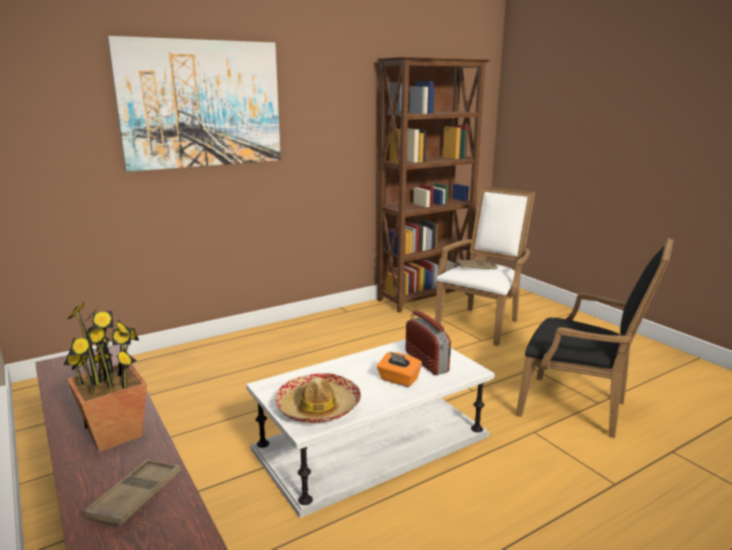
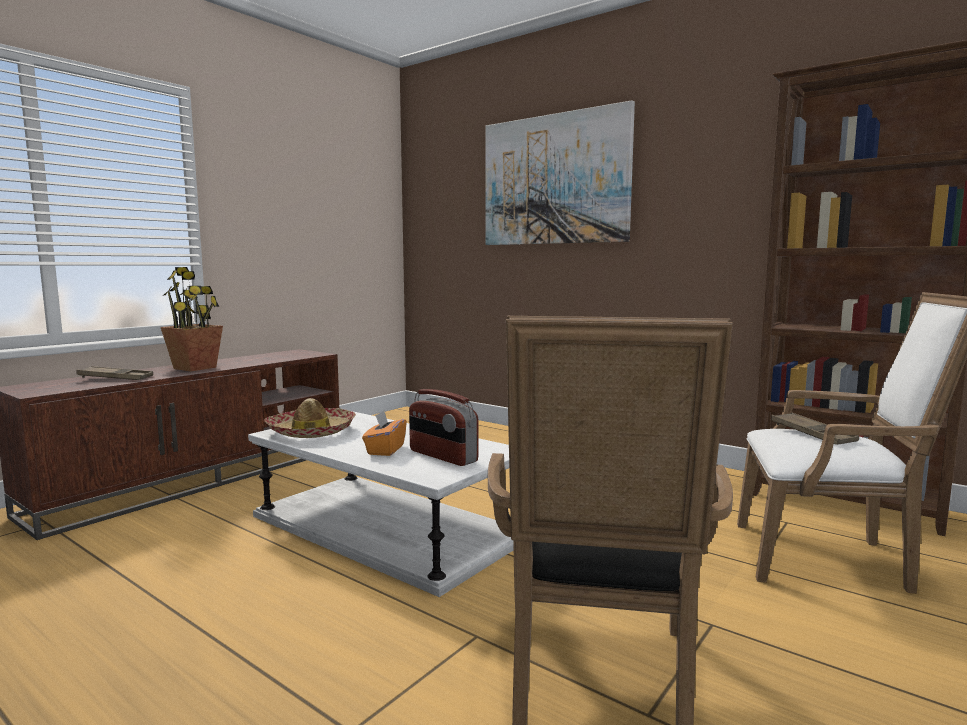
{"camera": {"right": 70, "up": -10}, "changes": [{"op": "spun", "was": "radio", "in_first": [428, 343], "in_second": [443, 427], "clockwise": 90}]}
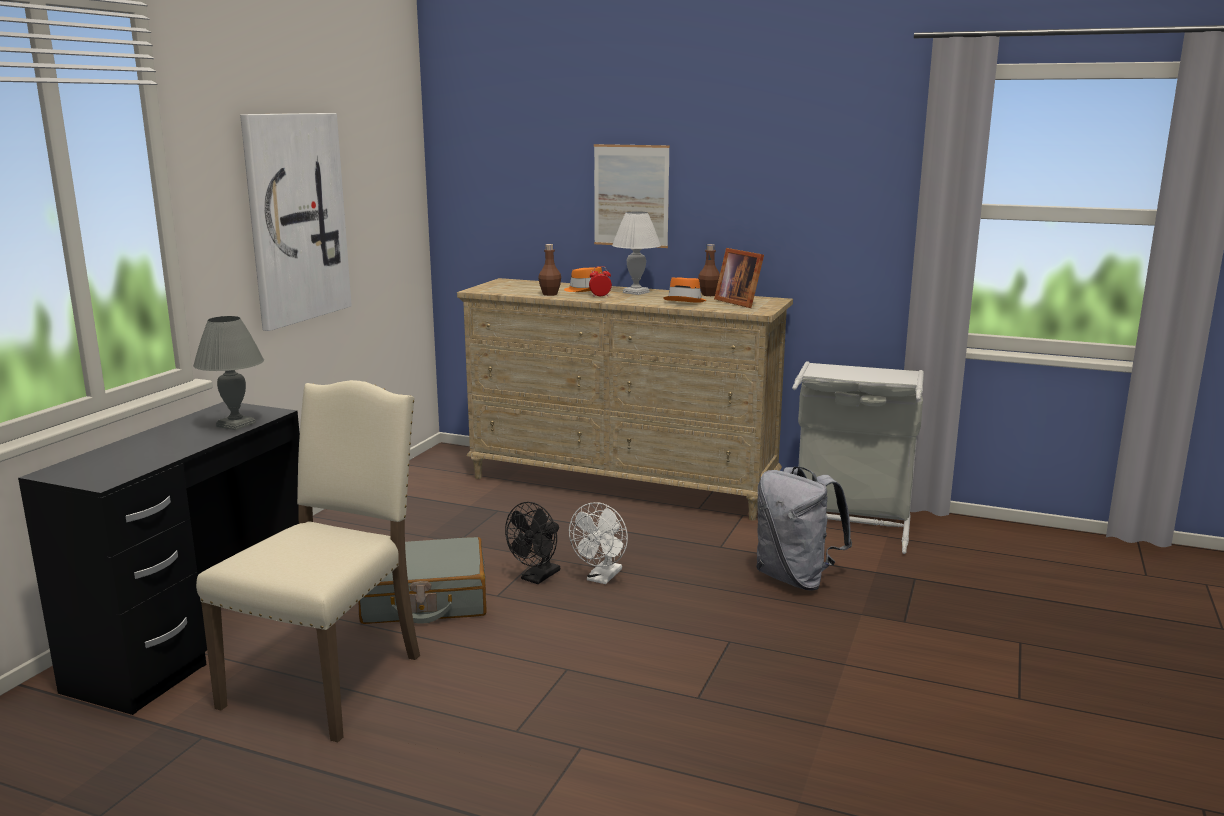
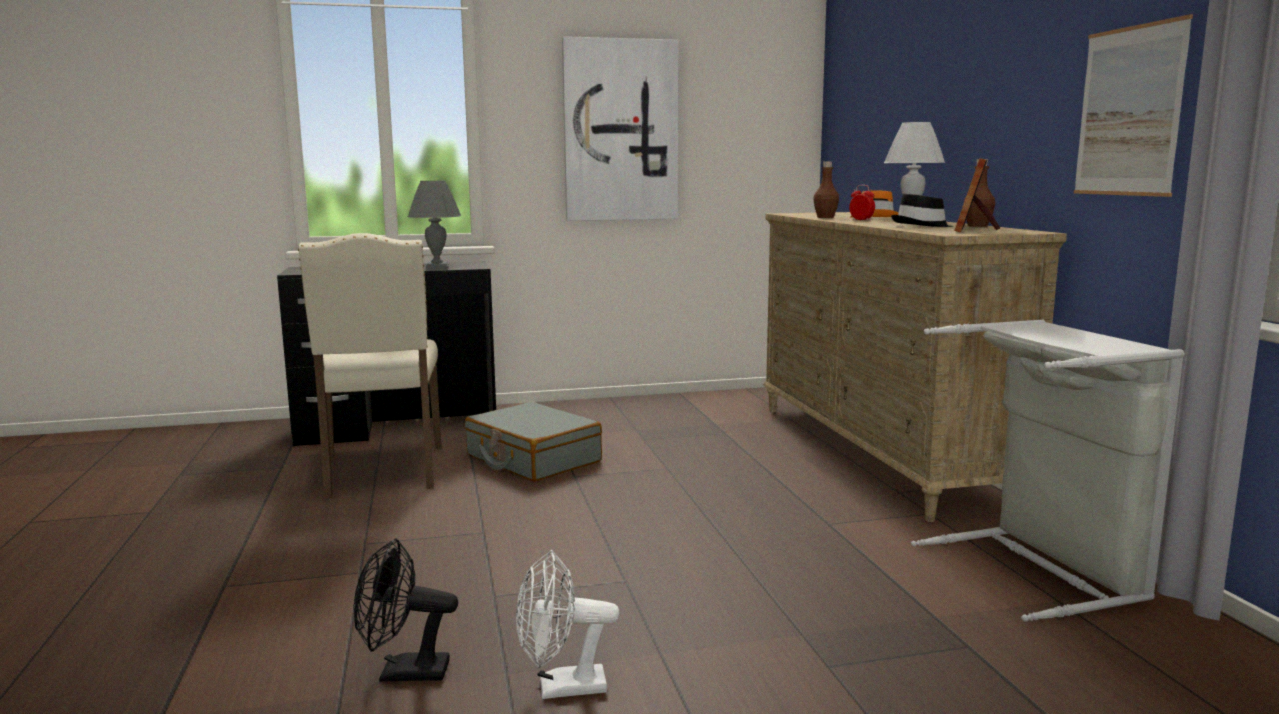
{"camera": {"right": 55, "up": -5}, "changes": [{"op": "spun", "was": "chaise/beige", "in_first": [308, 561], "in_second": [370, 365], "clockwise": 90}, {"op": "relocated", "was": "ventilateur/noir", "in_first": [532, 543], "in_second": [405, 610]}, {"op": "relocated", "was": "ventilateur/blanc", "in_first": [598, 543], "in_second": [568, 624]}, {"op": "relocated", "was": "tableau", "in_first": [632, 196], "in_second": [1133, 105]}, {"op": "colour", "was": "chapeau/orange", "now": "chapeau/noir", "in_first": [685, 290], "in_second": [922, 210]}, {"op": "missing", "was": "sac à dos/gris", "in_first": [804, 528]}]}
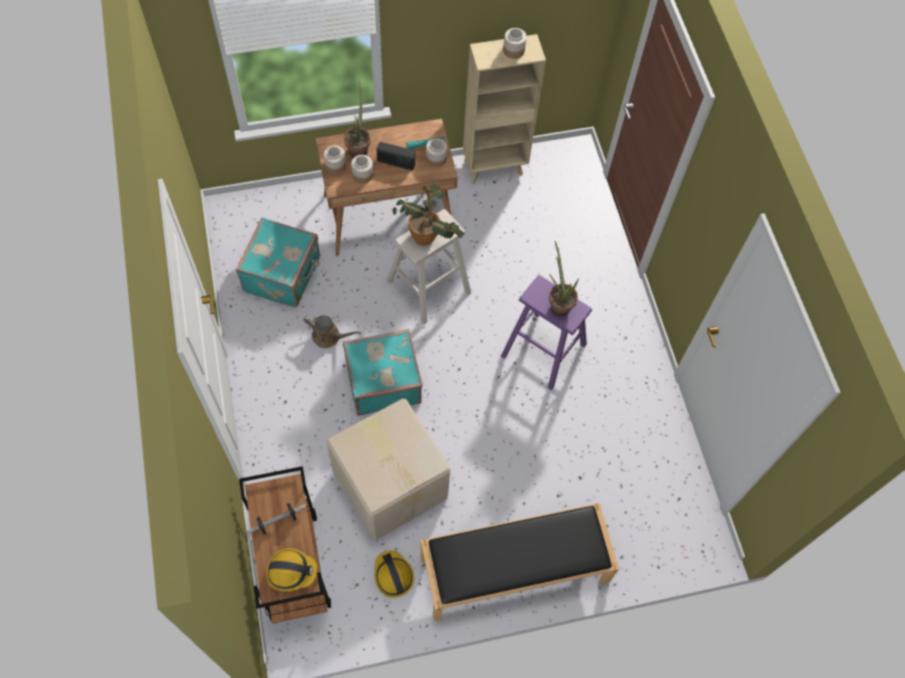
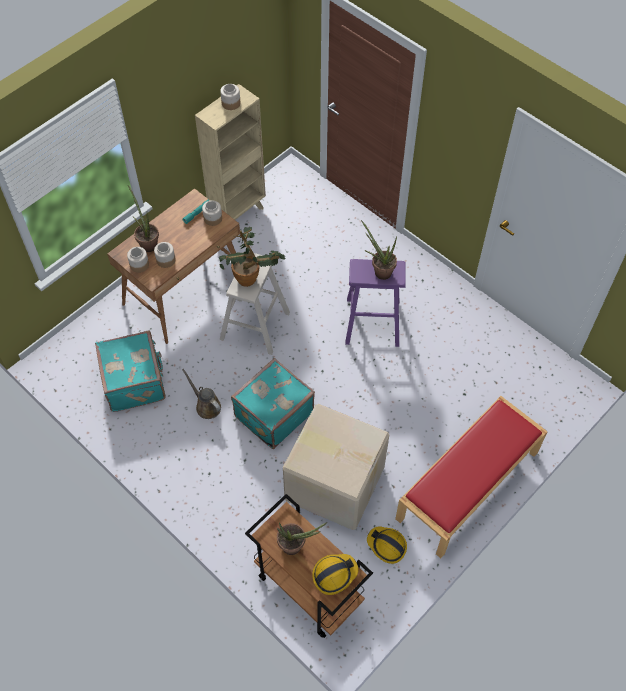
{"camera": {"right": -30, "up": -5}, "changes": [{"op": "exchanged", "was": "haltère", "now": "plante en pot", "in_first": [277, 519], "in_second": [302, 538]}, {"op": "spun", "was": "arrosoir/marron", "in_first": [332, 331], "in_second": [201, 394], "clockwise": -120}, {"op": "missing", "was": "radio", "in_first": [396, 156]}, {"op": "colour", "was": "banc/noir", "now": "banc/rouge", "in_first": [519, 562], "in_second": [471, 477]}]}
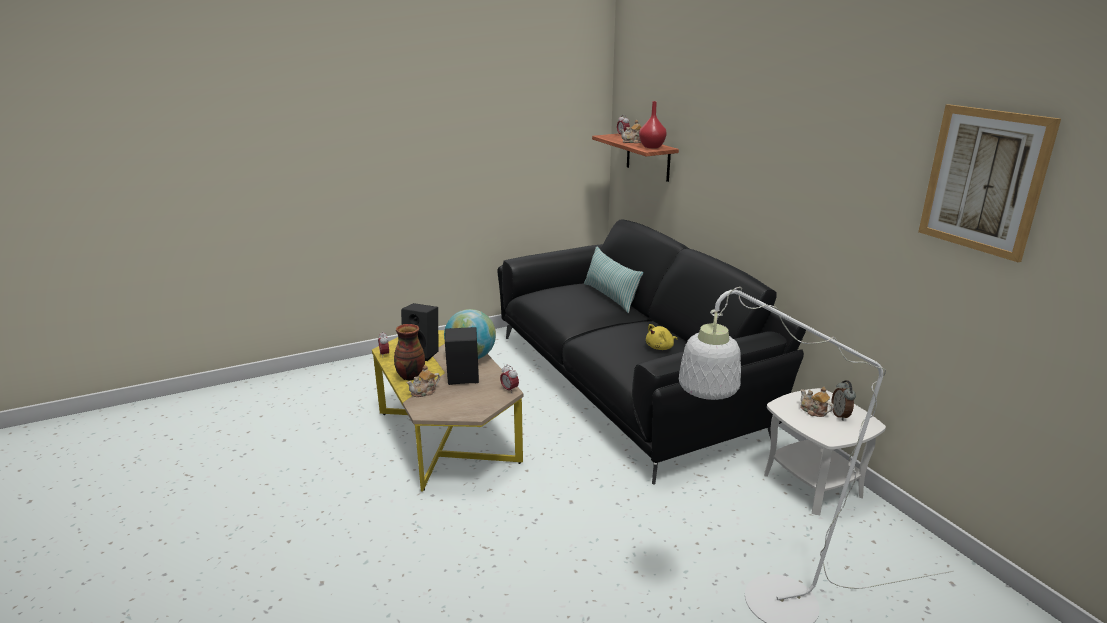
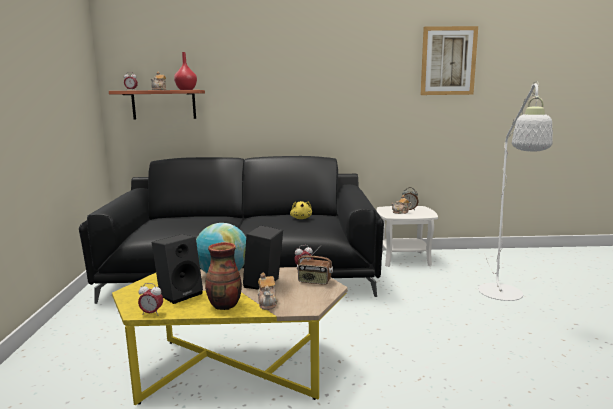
{"camera": {"right": -65, "up": -10}, "changes": [{"op": "missing", "was": "coussin", "in_first": [613, 280]}, {"op": "appeared", "now": "radio", "in_second": [315, 265]}]}
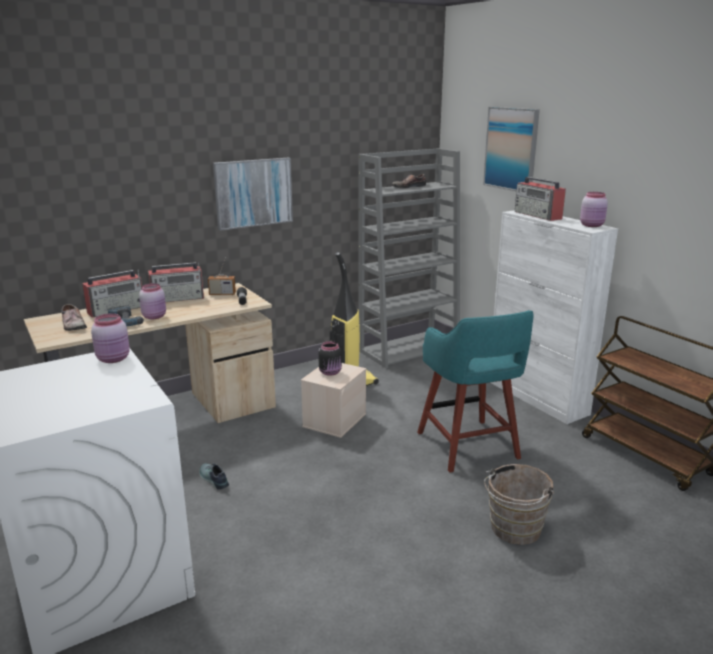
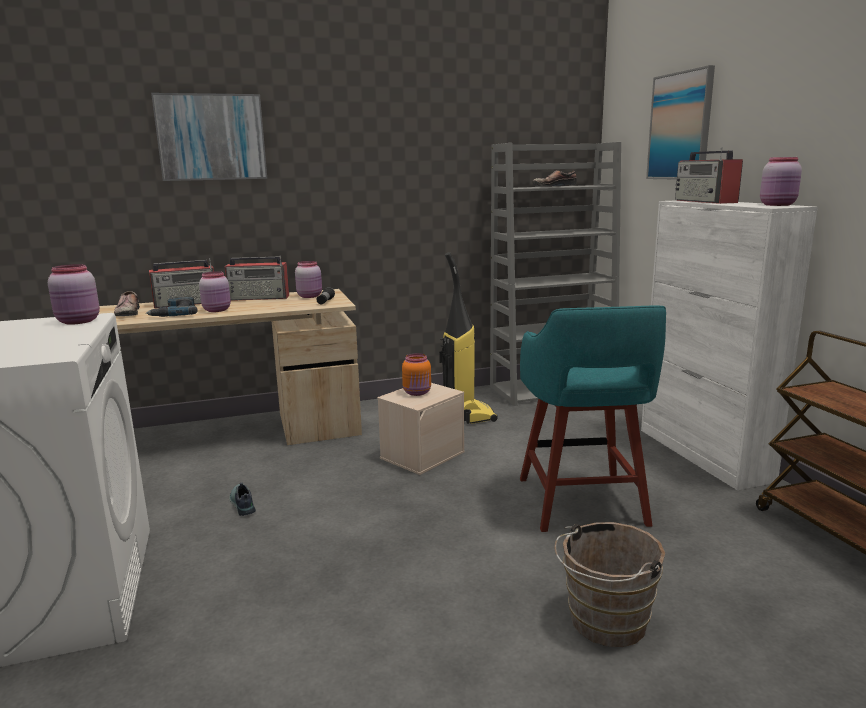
{"camera": {"right": 15, "up": -5}, "changes": [{"op": "exchanged", "was": "radio", "now": "bocal/rose", "in_first": [222, 276], "in_second": [308, 279]}, {"op": "relocated", "was": "tableau", "in_first": [253, 194], "in_second": [209, 137]}, {"op": "colour", "was": "bocal/noir", "now": "bocal/orange", "in_first": [330, 358], "in_second": [416, 374]}]}
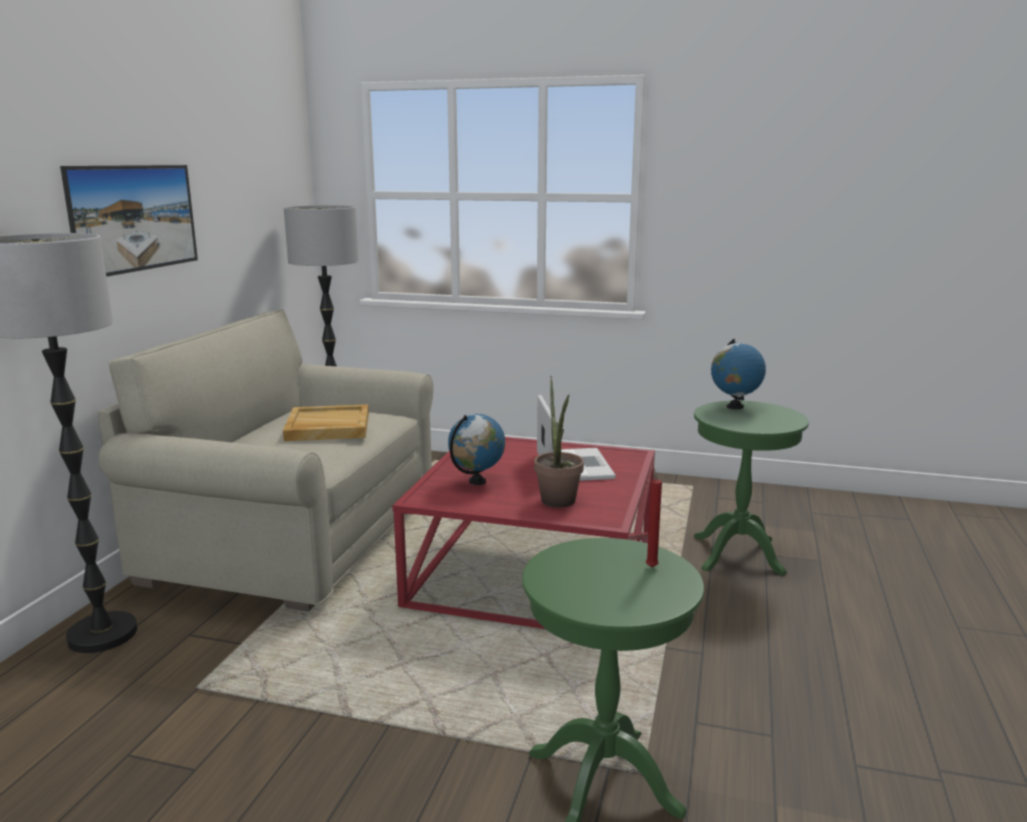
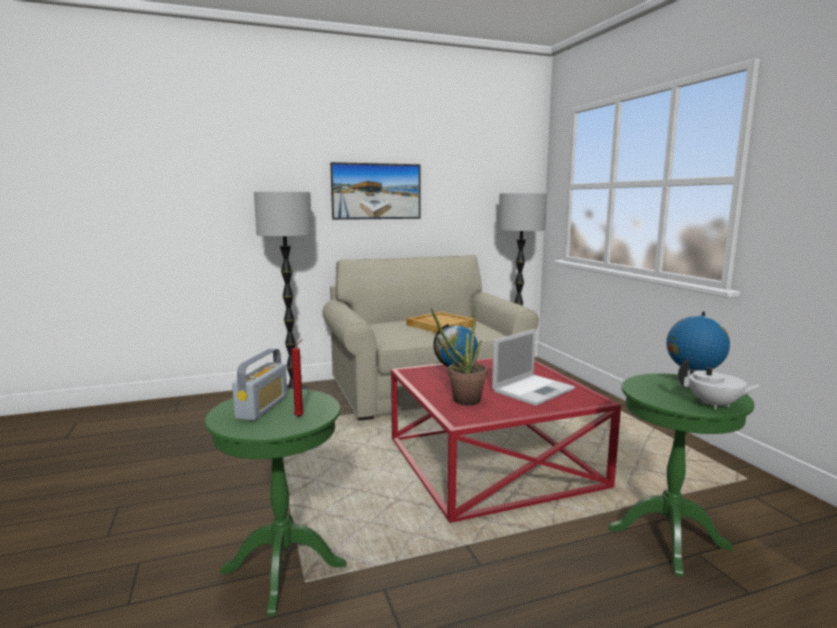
{"camera": {"right": 55, "up": -5}, "changes": [{"op": "appeared", "now": "radio", "in_second": [259, 385]}, {"op": "appeared", "now": "théière/blanc", "in_second": [720, 384]}]}
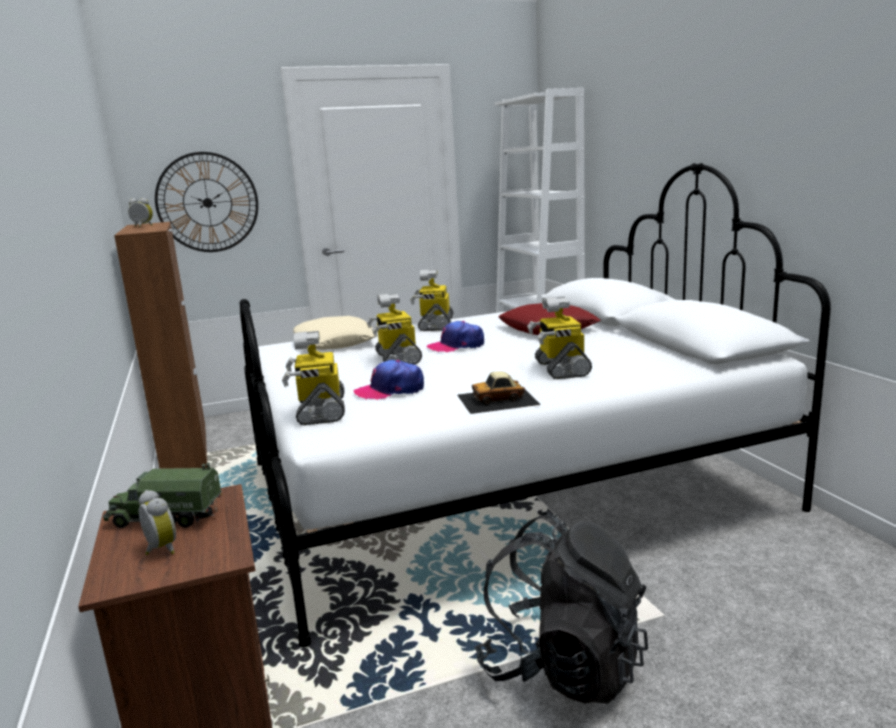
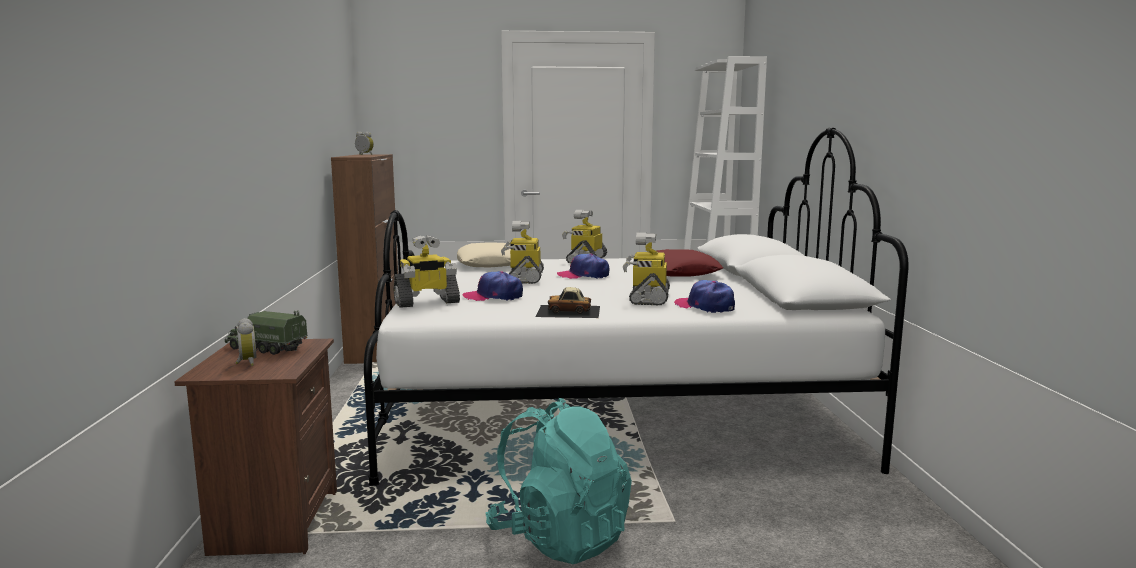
{"camera": {"right": 15, "up": -5}, "changes": [{"op": "missing", "was": "horloge murale", "in_first": [206, 202]}, {"op": "spun", "was": "robot jouet", "in_first": [313, 378], "in_second": [426, 271], "clockwise": -120}, {"op": "colour", "was": "sac à dos/noir", "now": "sac à dos/turquoise", "in_first": [561, 608], "in_second": [559, 481]}, {"op": "appeared", "now": "casquette", "in_second": [704, 296]}]}
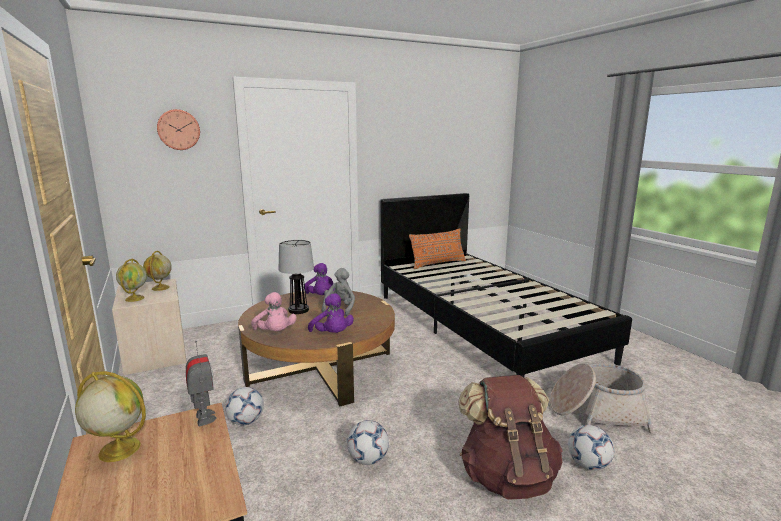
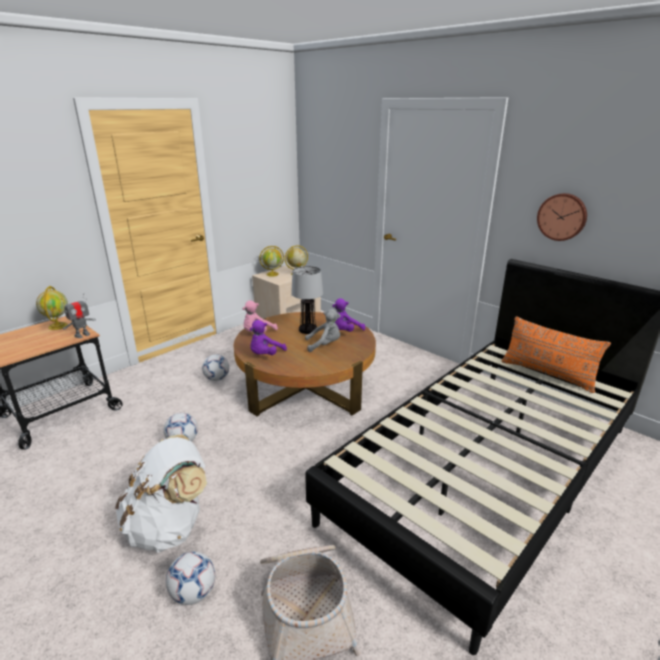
{"camera": {"right": 70, "up": 10}, "changes": [{"op": "relocated", "was": "horloge murale", "in_first": [178, 129], "in_second": [562, 217]}, {"op": "colour", "was": "sac à dos/marron", "now": "sac à dos/blanc", "in_first": [510, 437], "in_second": [161, 494]}]}
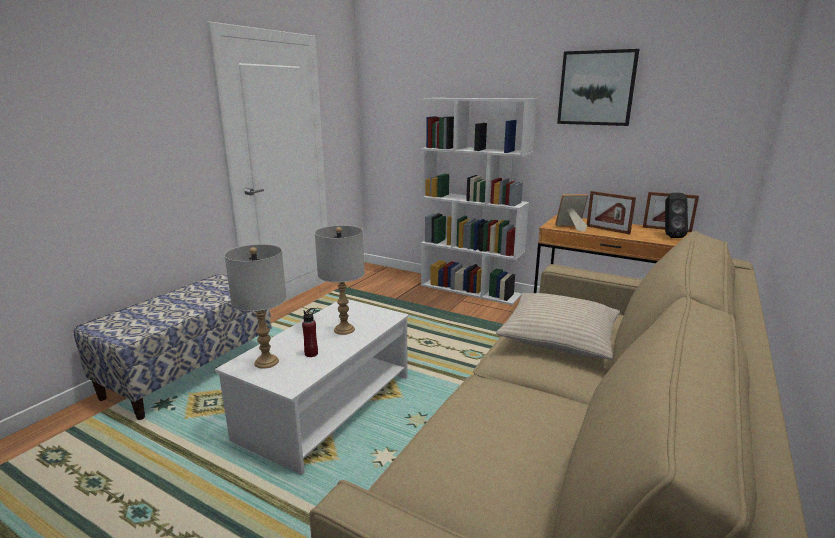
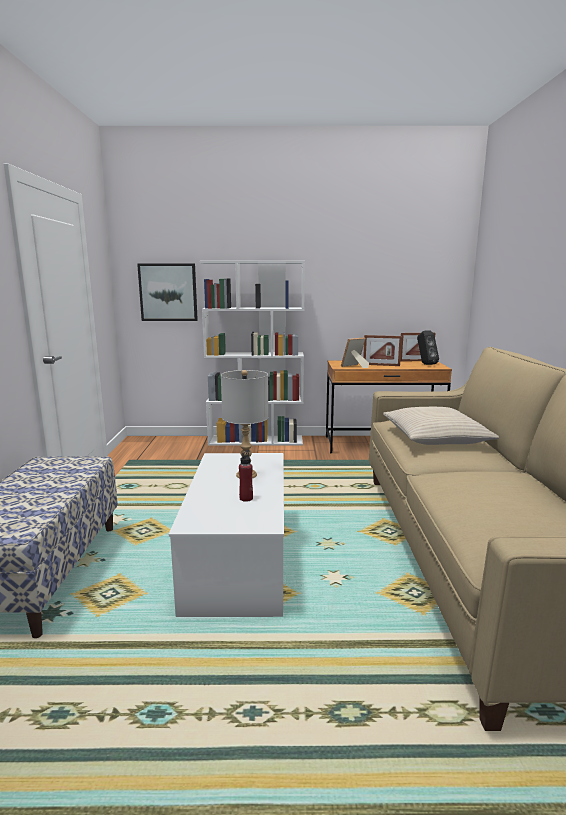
{"camera": {"right": -30, "up": -5}, "changes": [{"op": "missing", "was": "lampe de table/gris", "in_first": [255, 306]}, {"op": "relocated", "was": "tableau", "in_first": [598, 87], "in_second": [167, 292]}]}
